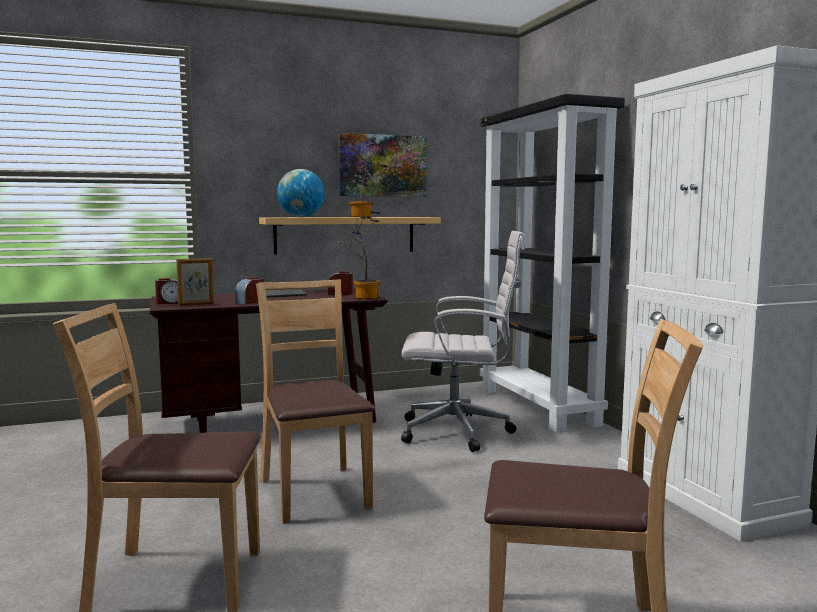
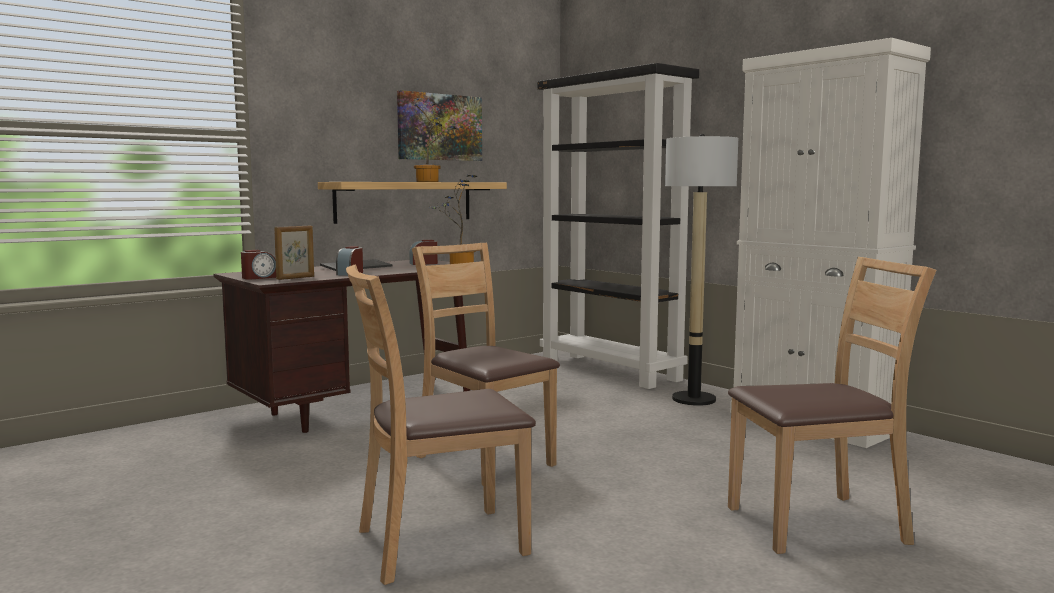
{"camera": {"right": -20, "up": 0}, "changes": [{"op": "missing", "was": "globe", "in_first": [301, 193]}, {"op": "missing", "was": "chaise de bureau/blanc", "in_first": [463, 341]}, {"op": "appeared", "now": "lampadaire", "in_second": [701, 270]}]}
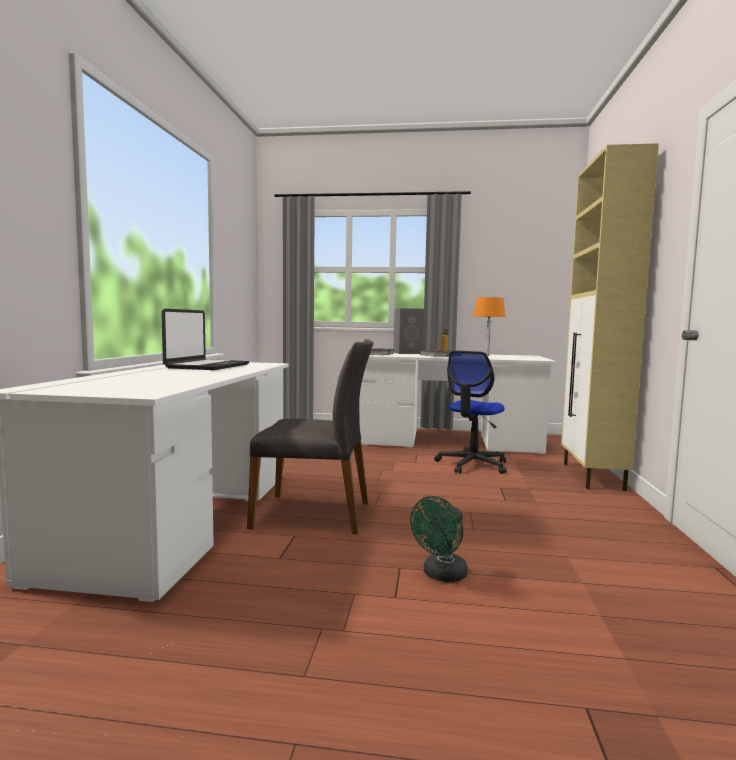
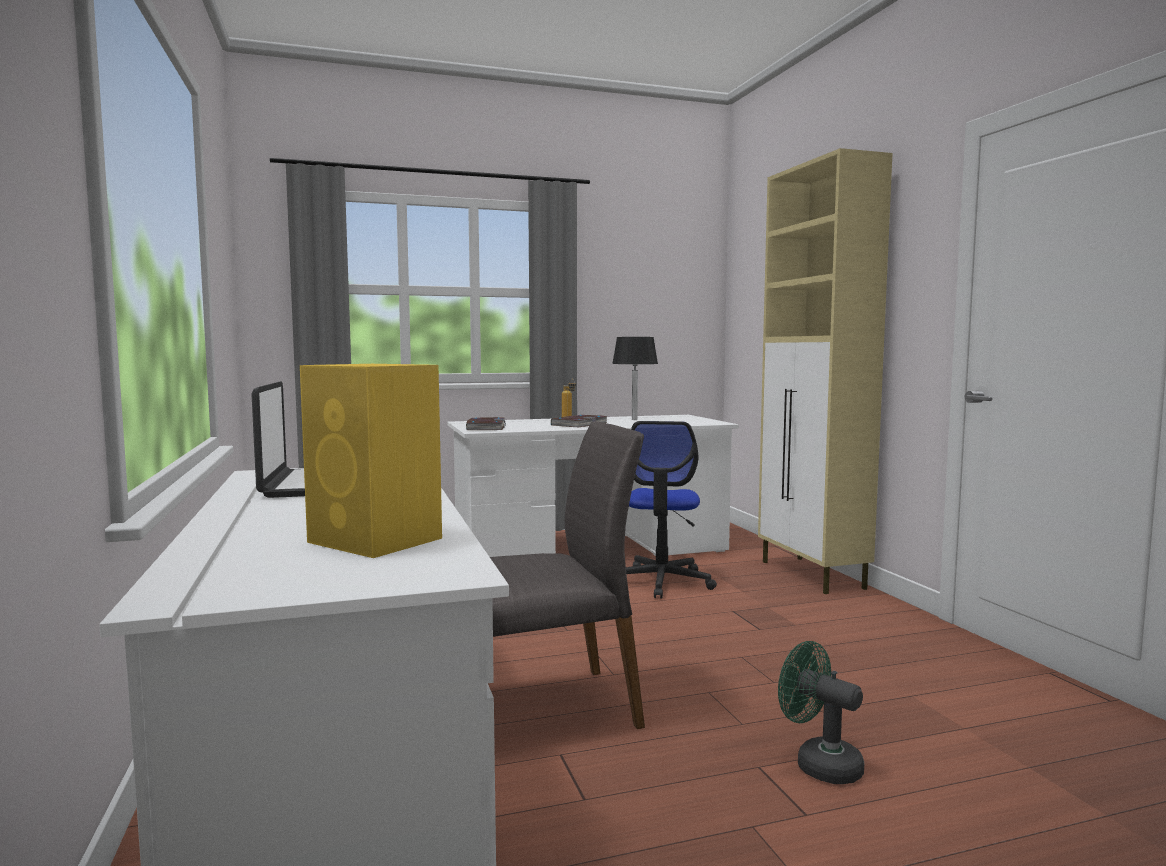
{"camera": {"right": -25, "up": 0}, "changes": [{"op": "missing", "was": "enceinte/gris", "in_first": [409, 331]}, {"op": "spun", "was": "ventilateur/vert", "in_first": [439, 539], "in_second": [821, 712], "clockwise": 120}, {"op": "colour", "was": "lampe de table/orange", "now": "lampe de table/noir", "in_first": [489, 326], "in_second": [635, 378]}, {"op": "appeared", "now": "enceinte/jaune", "in_second": [371, 461]}]}
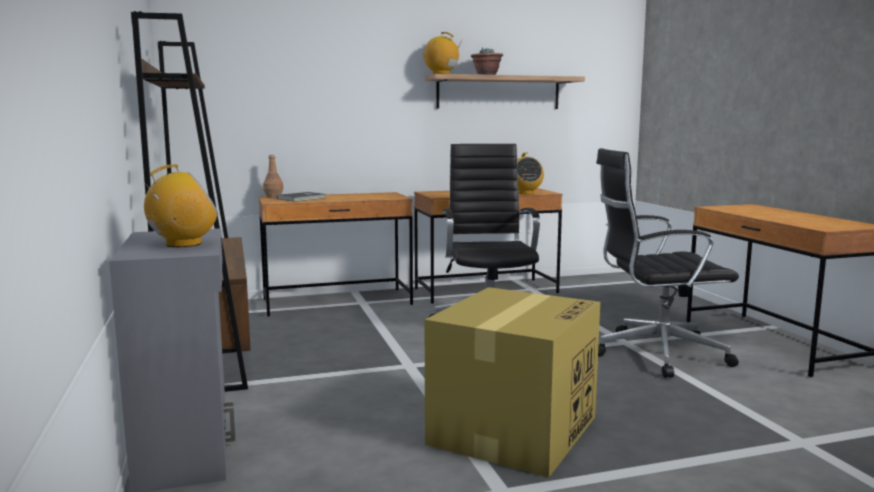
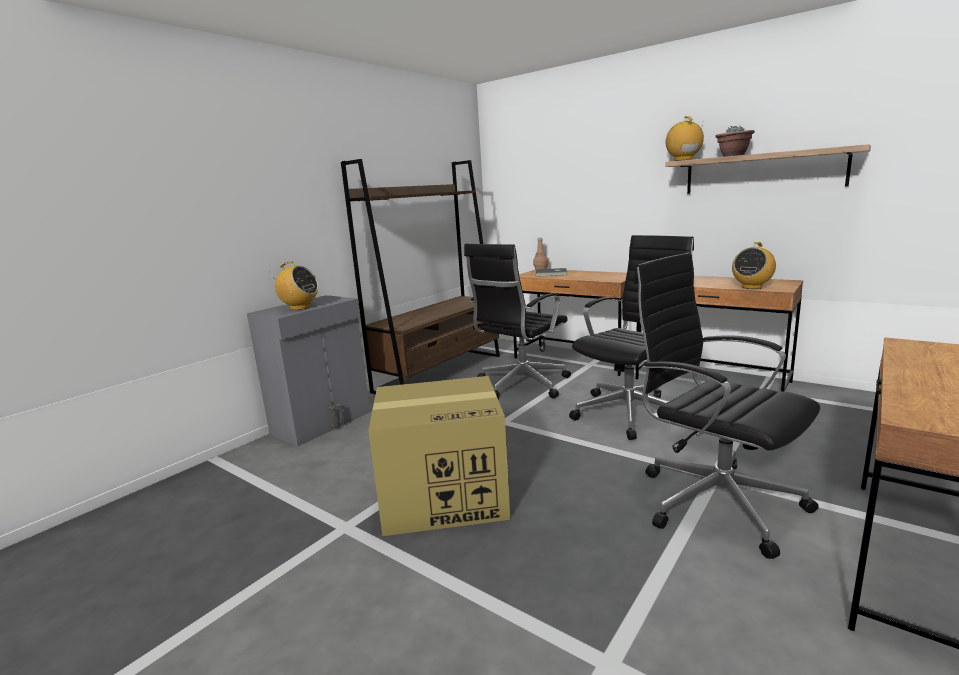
{"camera": {"right": 55, "up": 5}, "changes": [{"op": "appeared", "now": "chaise de bureau/noir", "in_second": [517, 321]}]}
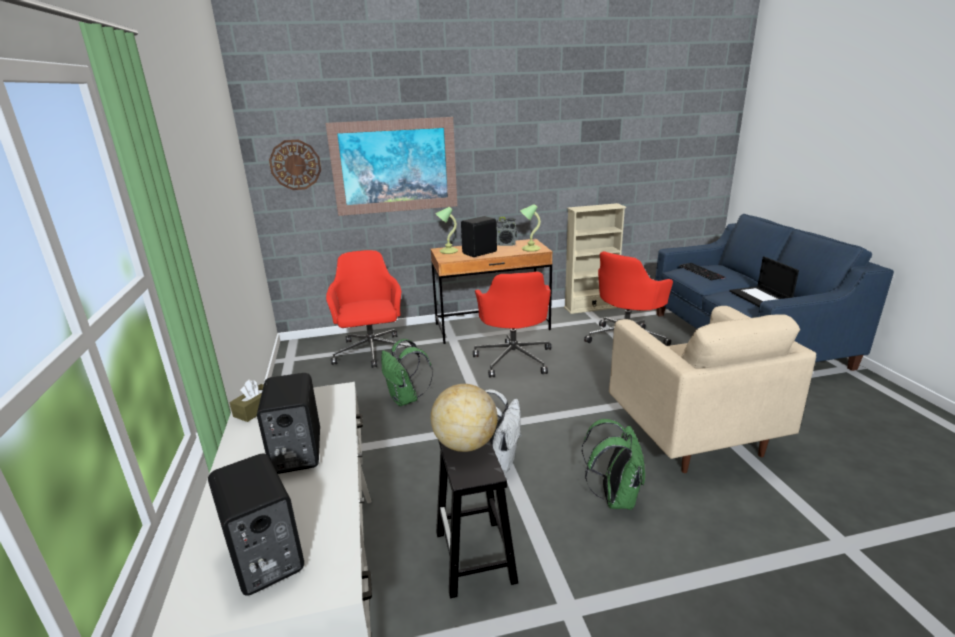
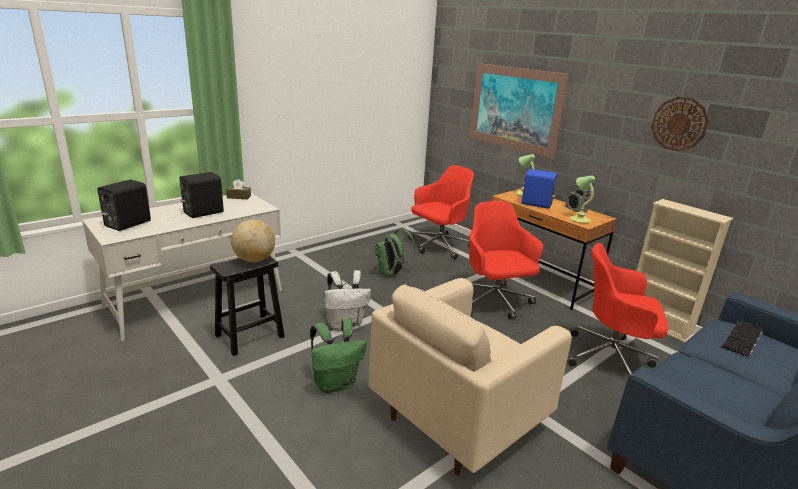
{"camera": {"right": 60, "up": 0}, "changes": [{"op": "relocated", "was": "horloge murale", "in_first": [295, 165], "in_second": [680, 124]}, {"op": "colour", "was": "enceinte/noir", "now": "enceinte/bleu", "in_first": [479, 236], "in_second": [540, 189]}, {"op": "spun", "was": "chaise de bureau/rouge", "in_first": [512, 325], "in_second": [506, 260], "clockwise": 105}, {"op": "missing", "was": "ordinateur portable", "in_first": [764, 281]}]}
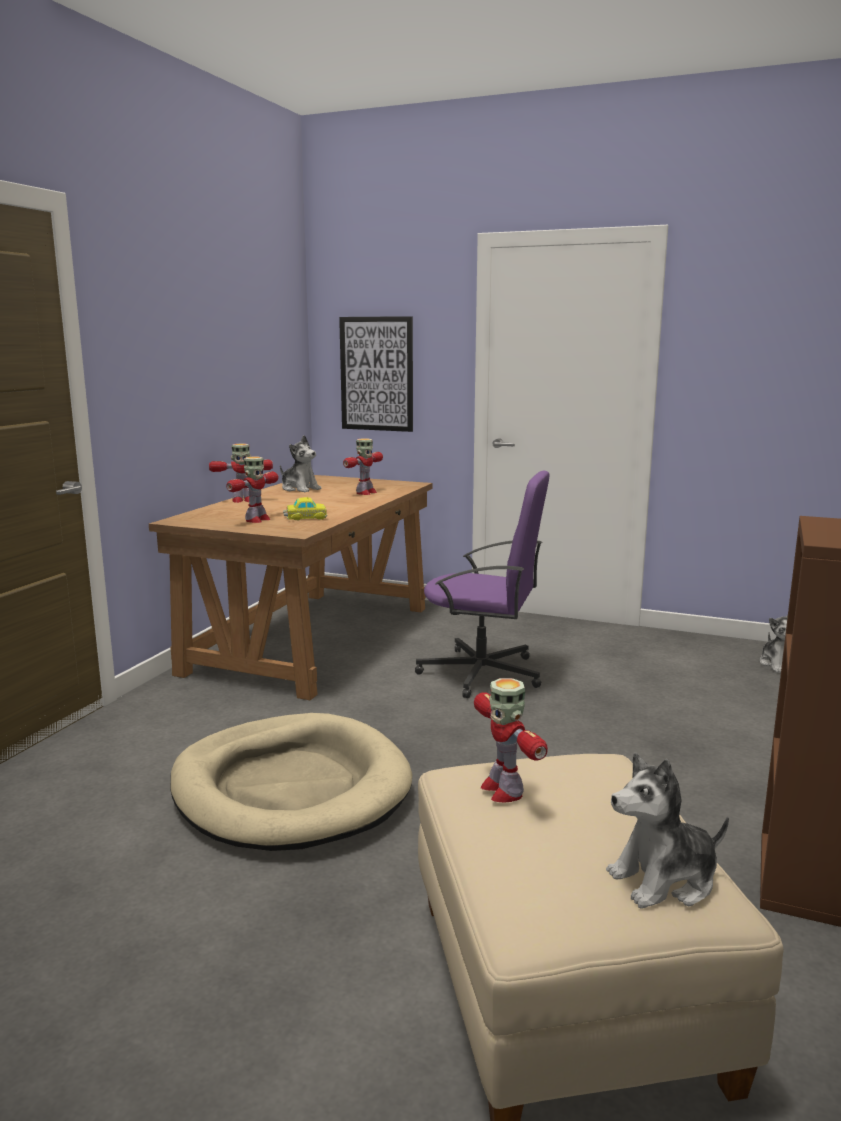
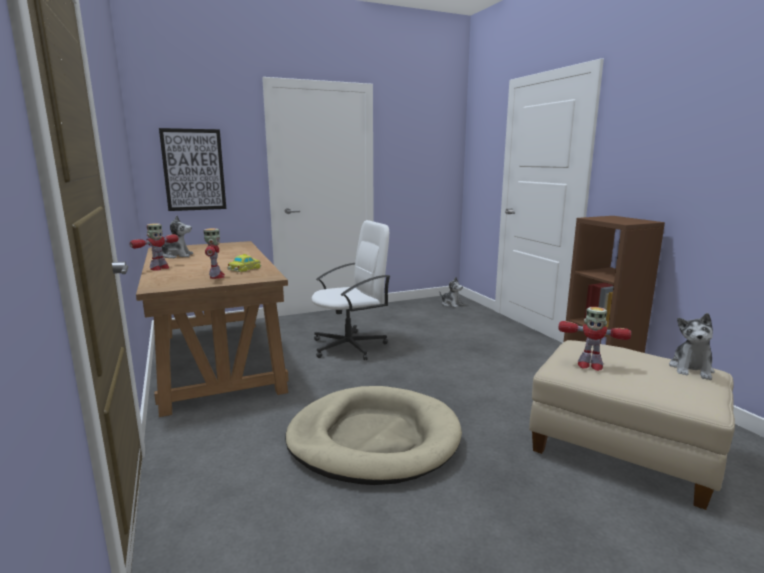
{"camera": {"right": -45, "up": 0}, "changes": [{"op": "missing", "was": "robot jouet", "in_first": [363, 466]}, {"op": "colour", "was": "chaise de bureau/violet", "now": "chaise de bureau/blanc", "in_first": [482, 585], "in_second": [351, 290]}]}
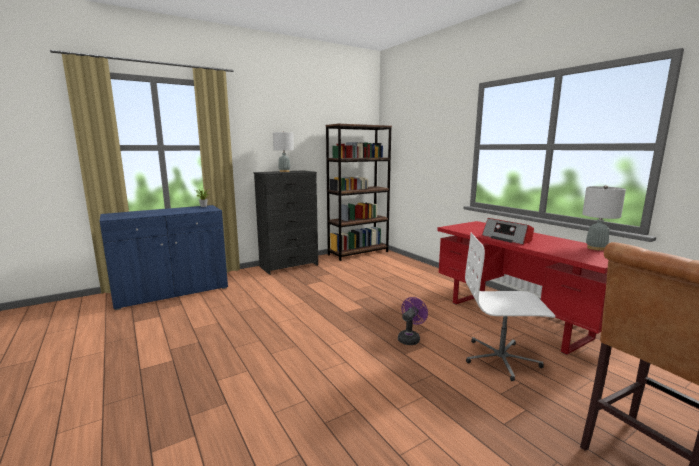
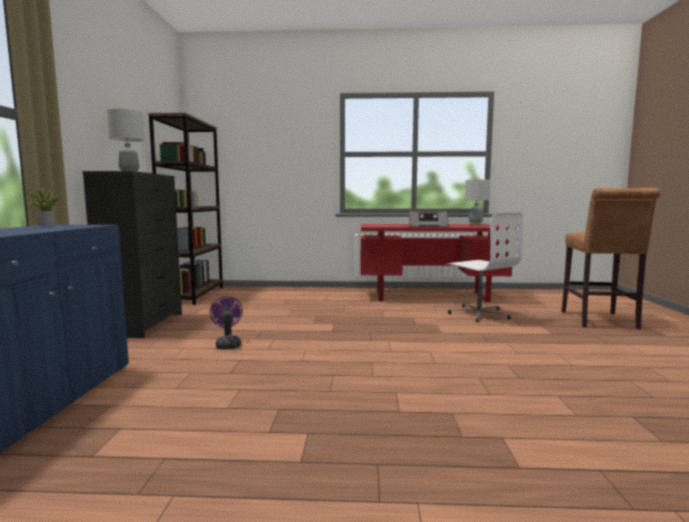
{"camera": {"right": -55, "up": -5}, "changes": [{"op": "relocated", "was": "ventilateur/violet", "in_first": [413, 321], "in_second": [226, 323]}, {"op": "spun", "was": "chaise de bureau/blanc", "in_first": [510, 306], "in_second": [484, 267], "clockwise": -75}]}
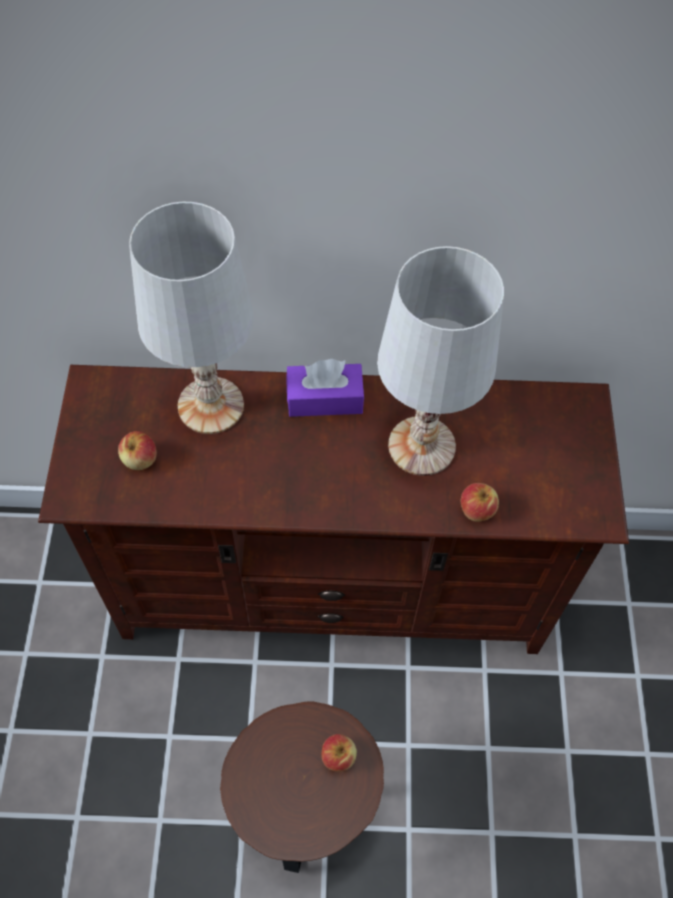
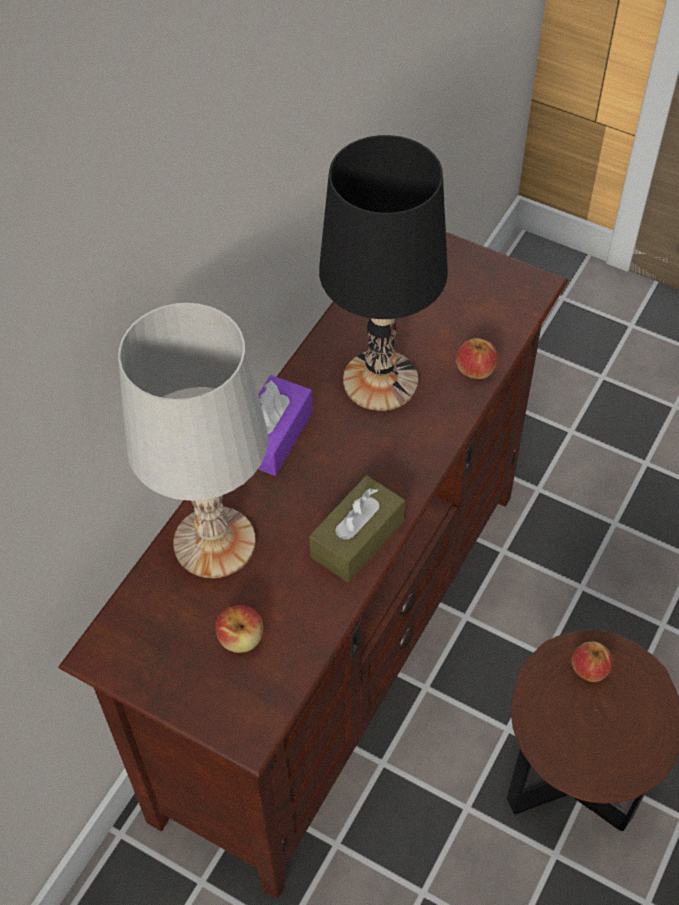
{"camera": {"right": -60, "up": -5}, "changes": [{"op": "colour", "was": "lampe de table/blanc", "now": "lampe de table/noir", "in_first": [440, 361], "in_second": [383, 273]}, {"op": "appeared", "now": "boîte à mouchoirs/marron", "in_second": [357, 529]}]}
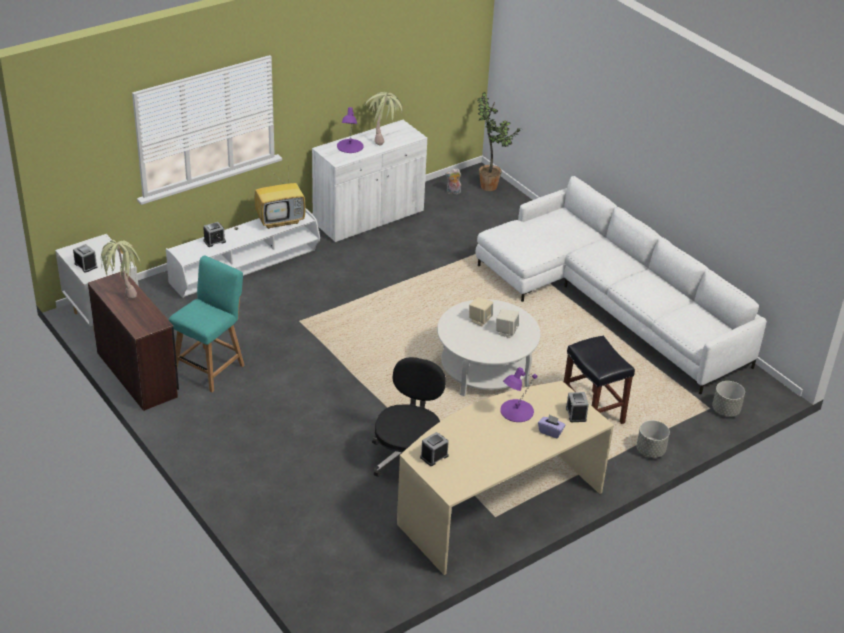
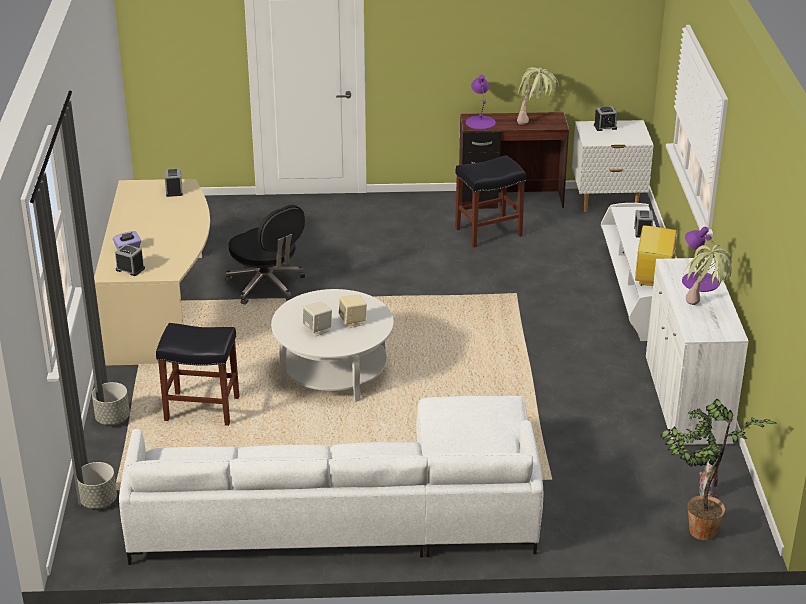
{"camera": {"right": 125, "up": -5}, "changes": [{"op": "exchanged", "was": "chaise/turquoise", "now": "tabouret/noir", "in_first": [207, 324], "in_second": [490, 201]}, {"op": "relocated", "was": "lampe de table/violet", "in_first": [518, 394], "in_second": [481, 102]}]}
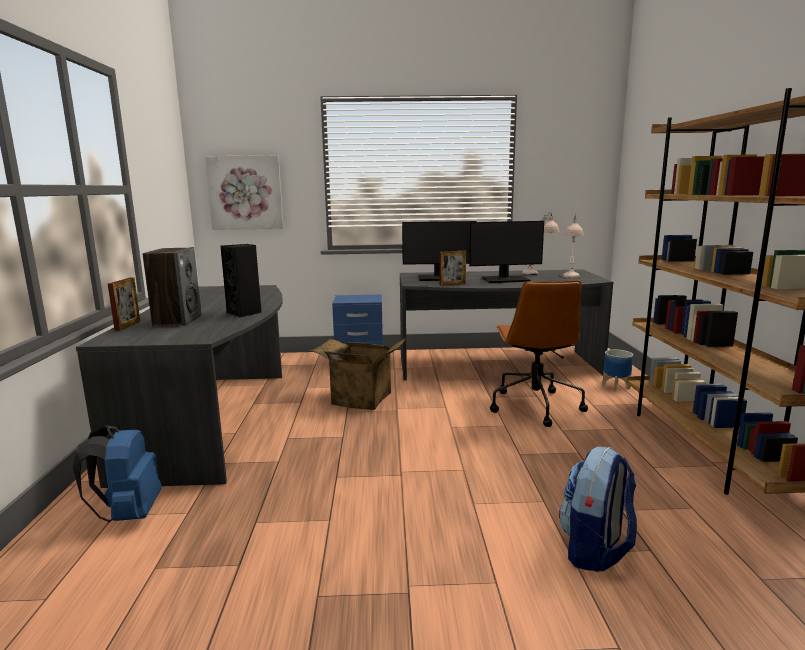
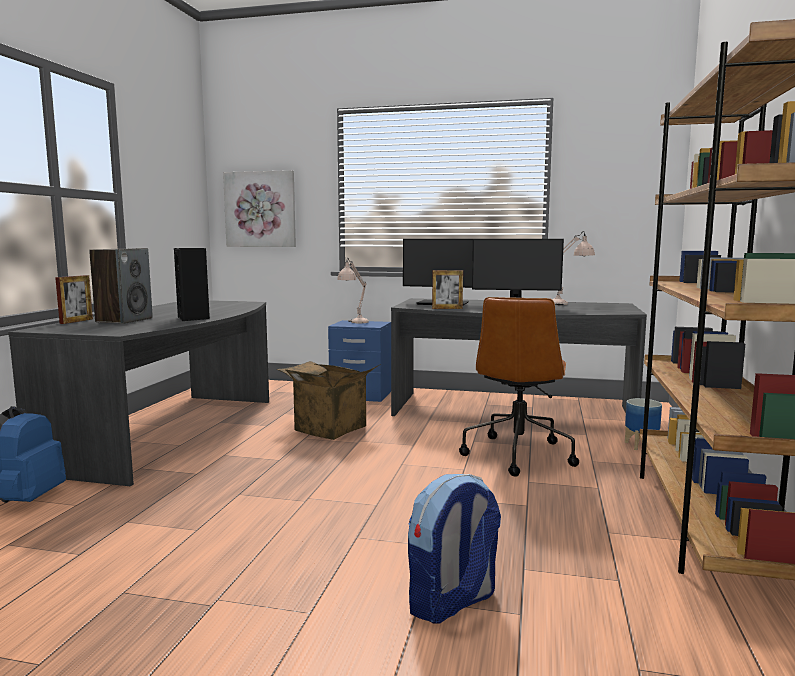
{"camera": {"right": 15, "up": -5}, "changes": [{"op": "relocated", "was": "lampe de table/beige", "in_first": [571, 246], "in_second": [353, 290]}]}
